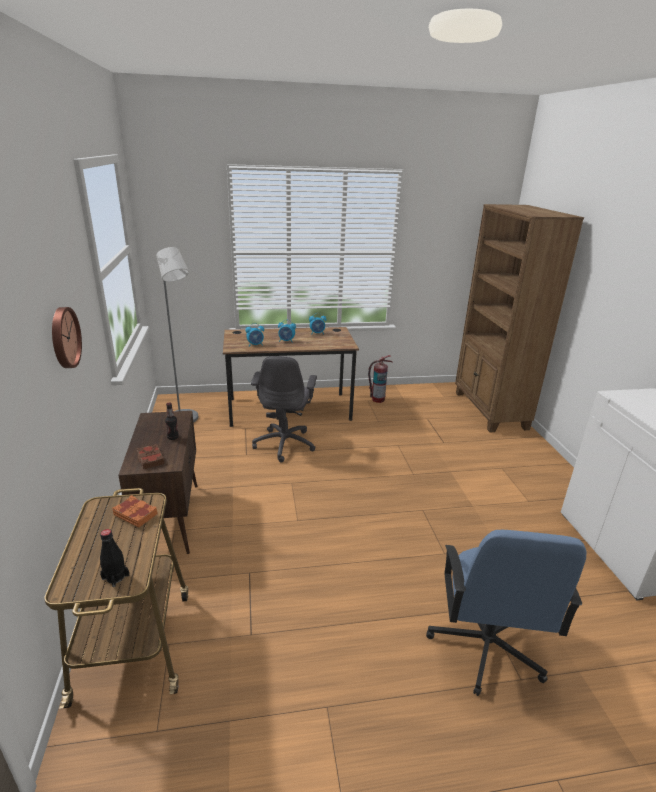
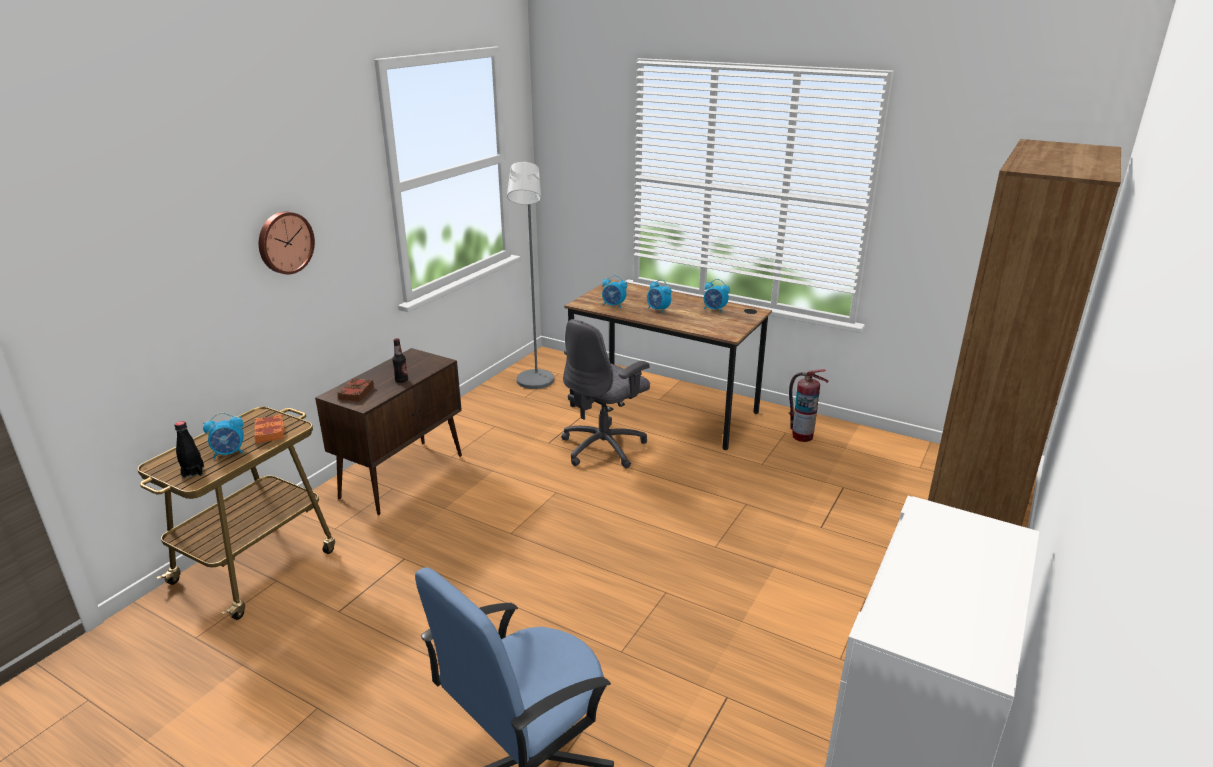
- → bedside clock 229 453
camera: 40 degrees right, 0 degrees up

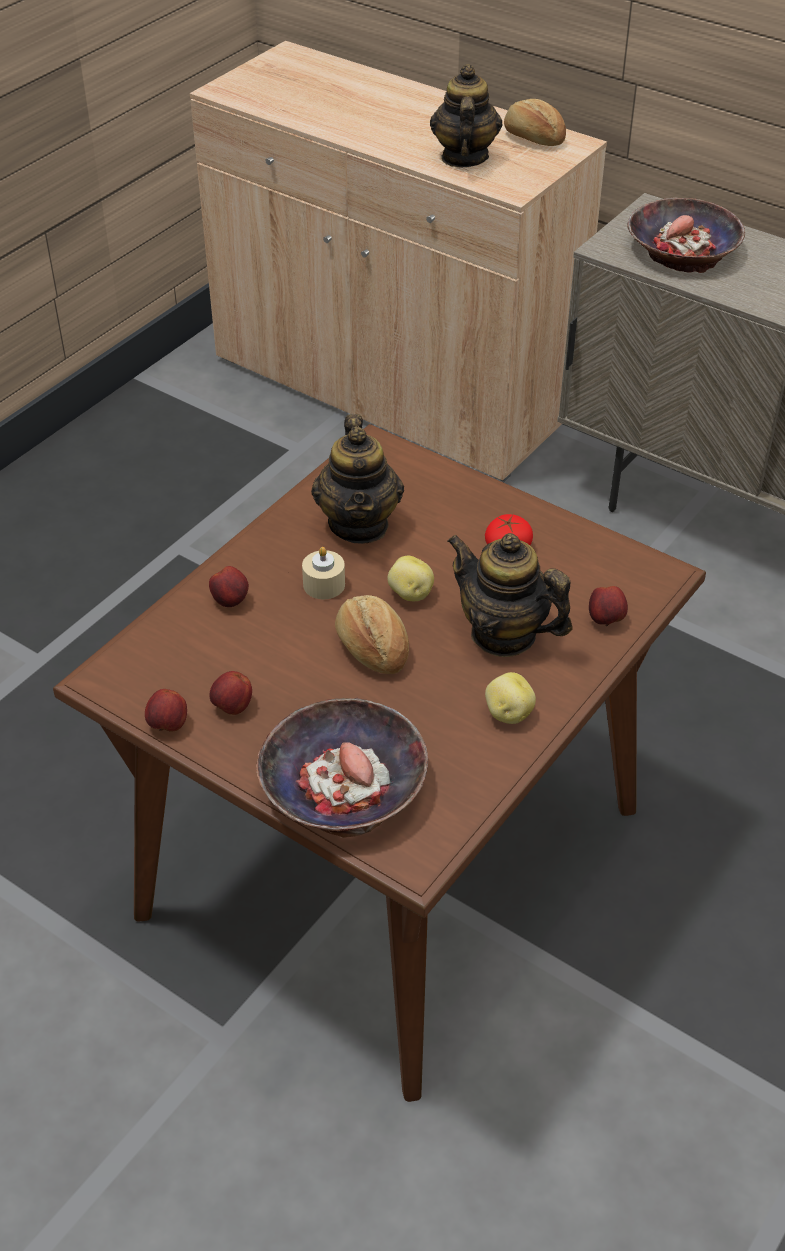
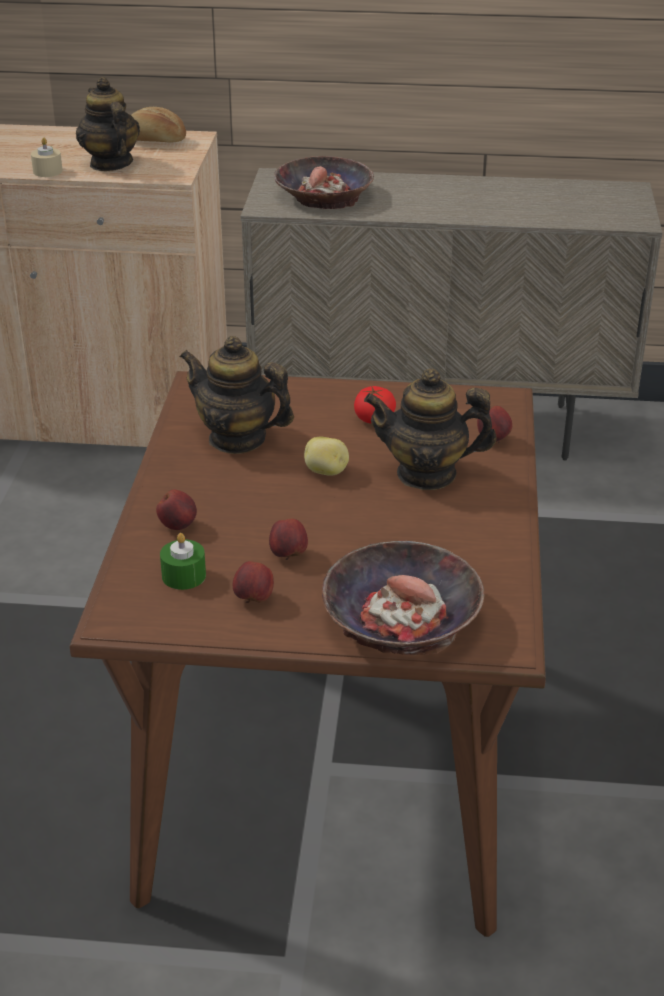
beige candle 324 584 → beige candle 47 171, shifted
- → green candle 184 575
pot for tea 359 524 → pot for tea 237 439, 150 degrees clockwise
apple 168 725 → apple 288 555, shifted
baked bread 371 648 → -
whole potato 508 713 → -
camera: 30 degrees left, 10 degrees down

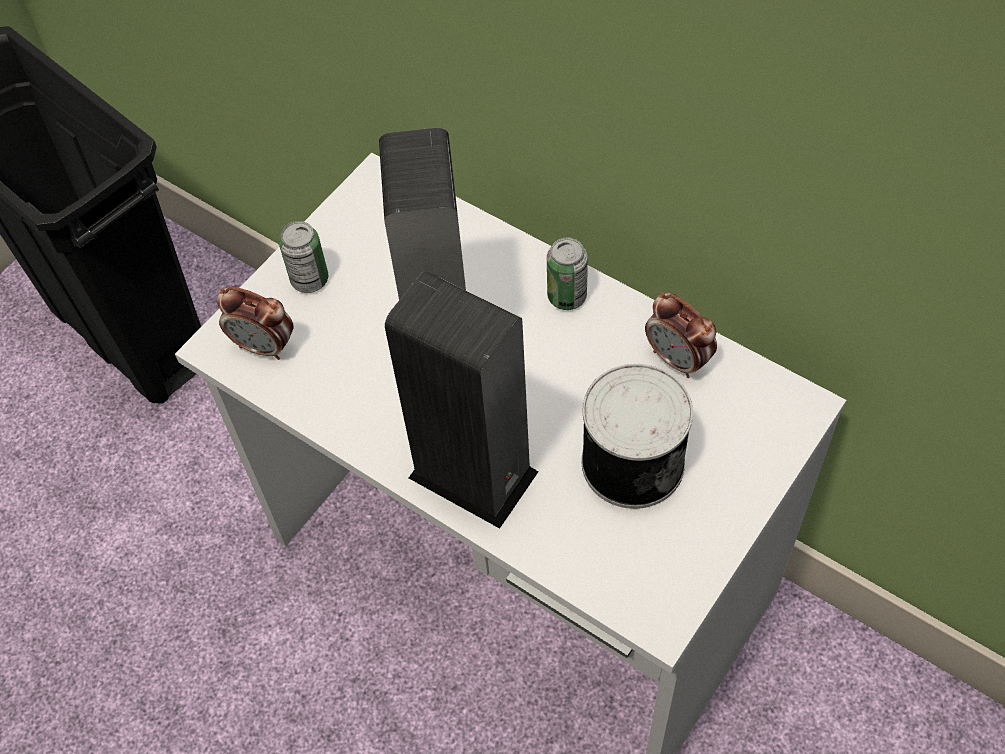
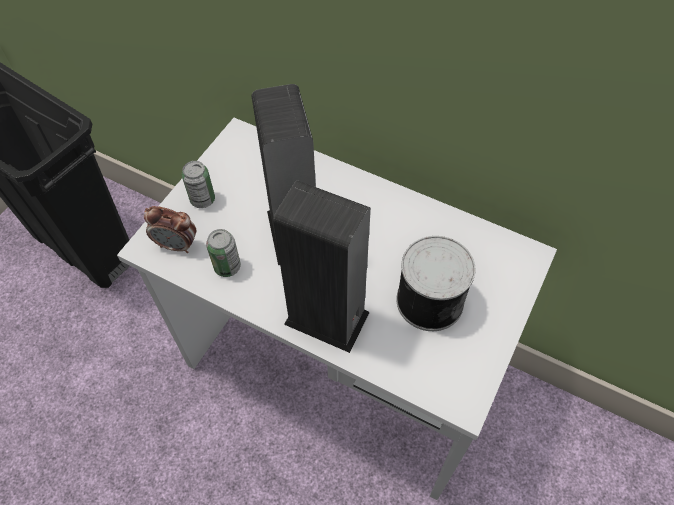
metal can 567 296 → metal can 227 267, shifted
bedside clock 678 360 → -
camera: 10 degrees left, 0 degrees up

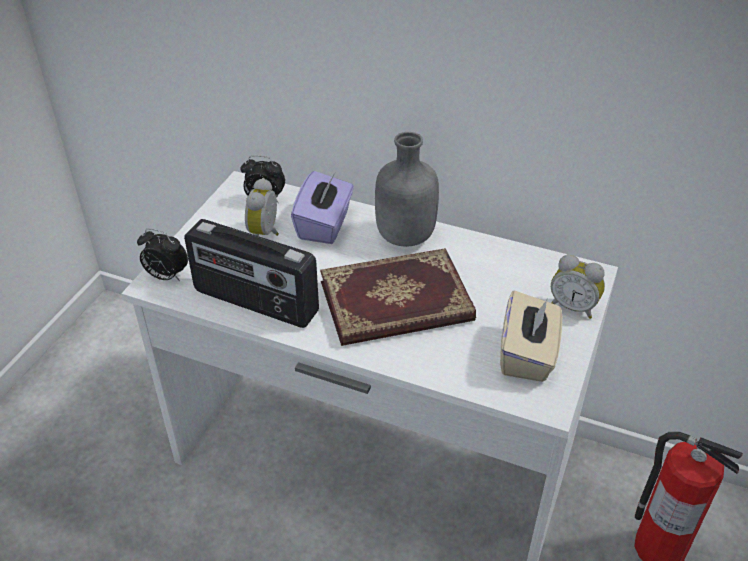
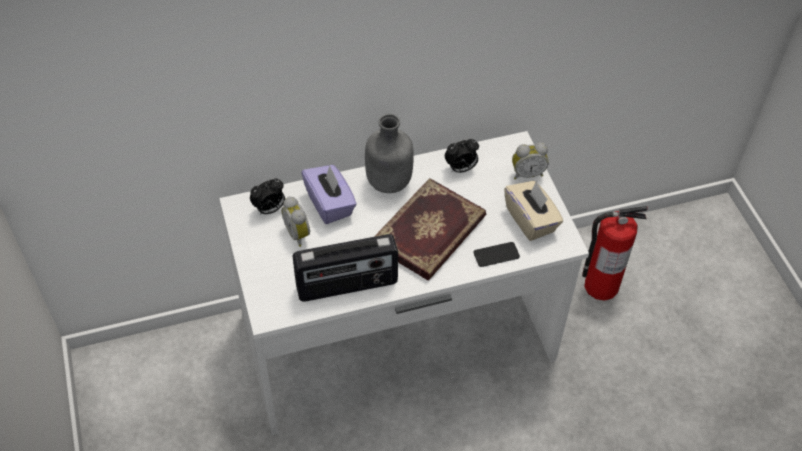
bedside clock 166 276 → bedside clock 461 168, shifted
- → telephone 496 255
camera: 40 degrees left, 10 degrees up

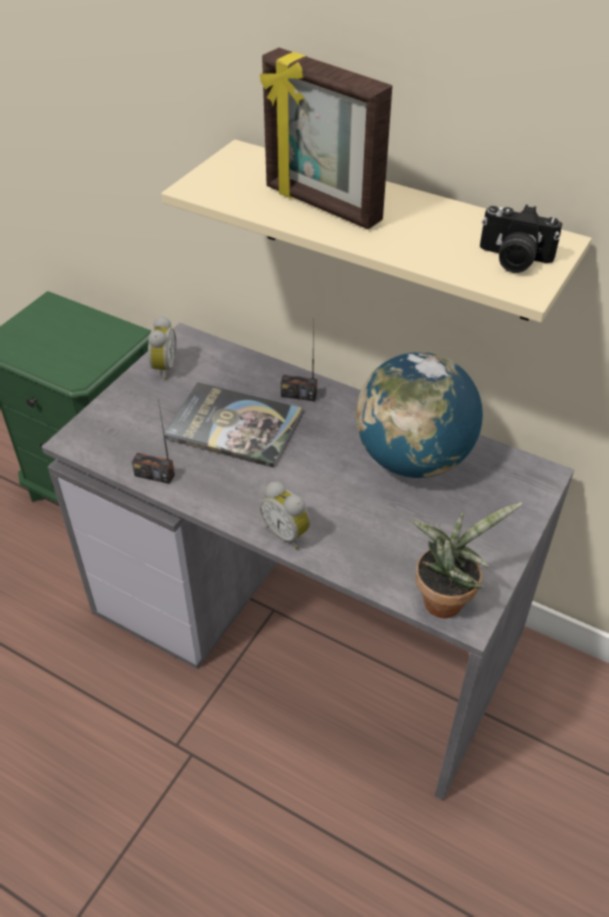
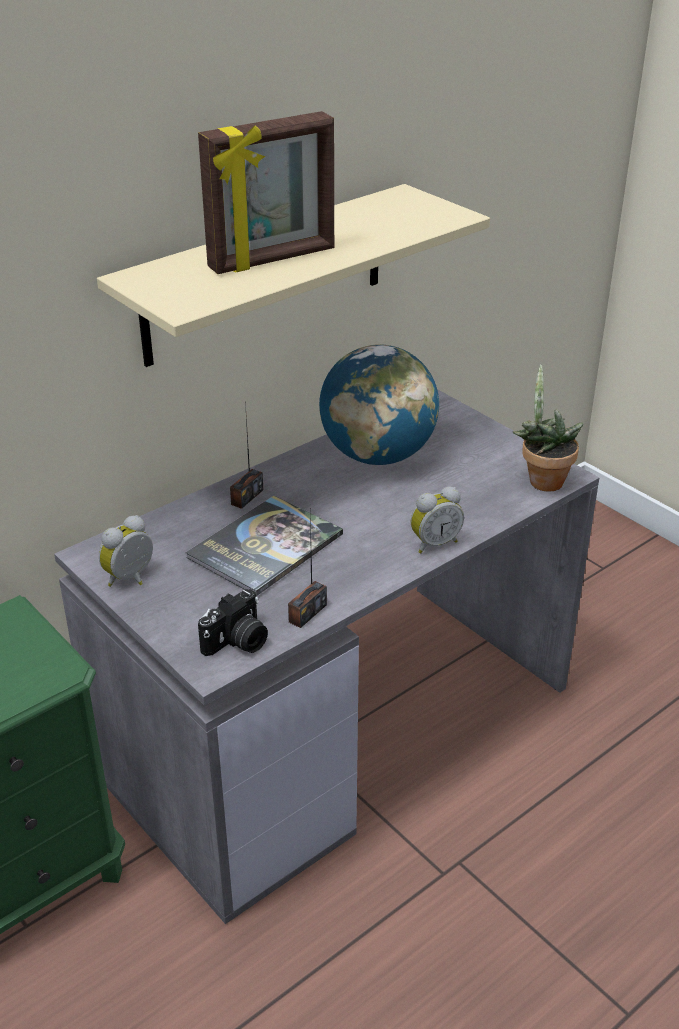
bedside clock 162 368 → bedside clock 131 579, 75 degrees counterclockwise
still camera 513 259 → still camera 237 642, shifted
camera: 70 degrees left, 10 degrees down

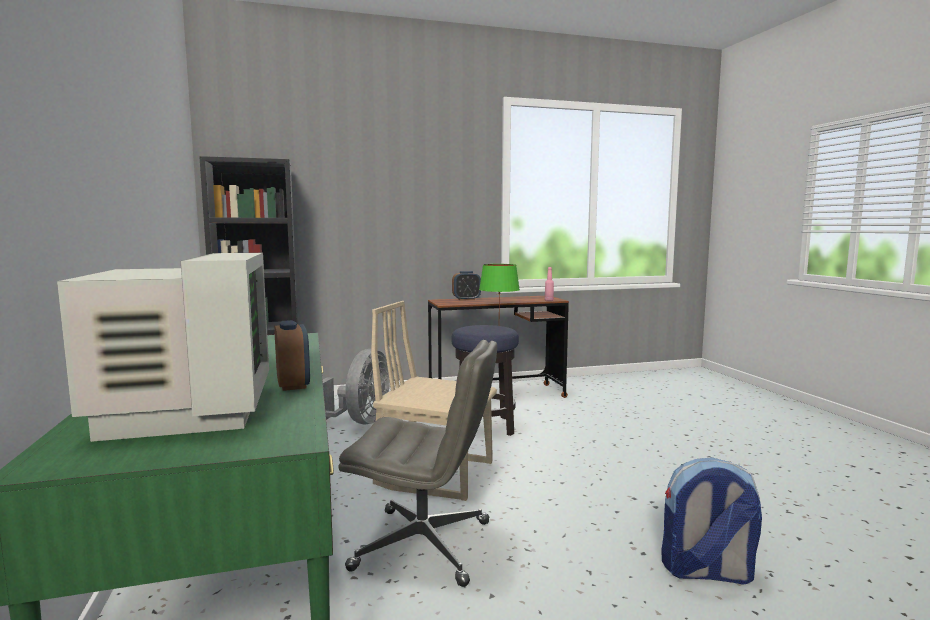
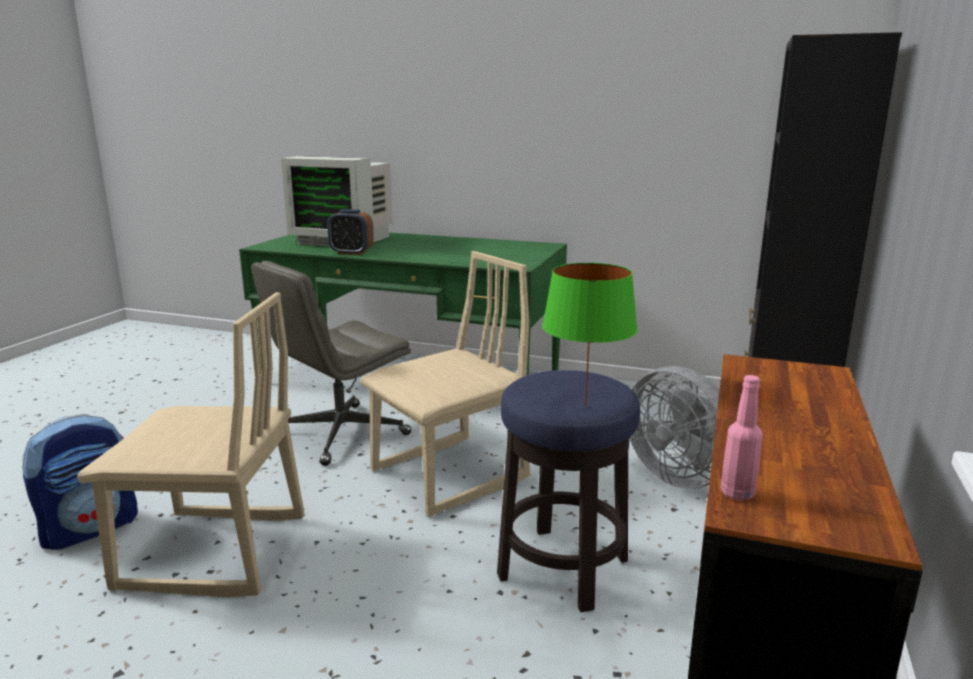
- → beige plain chair 213 553
bedside clock 466 299 → -
camera: 125 degrees right, 10 degrees up

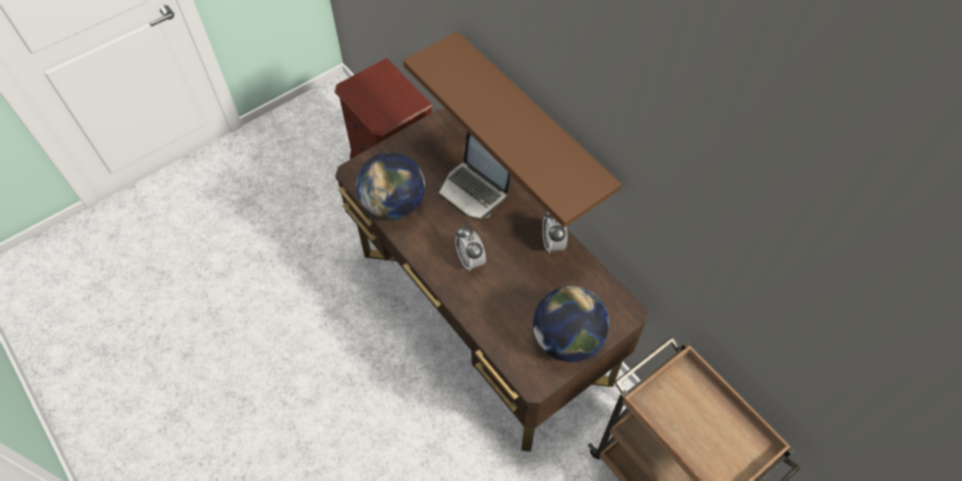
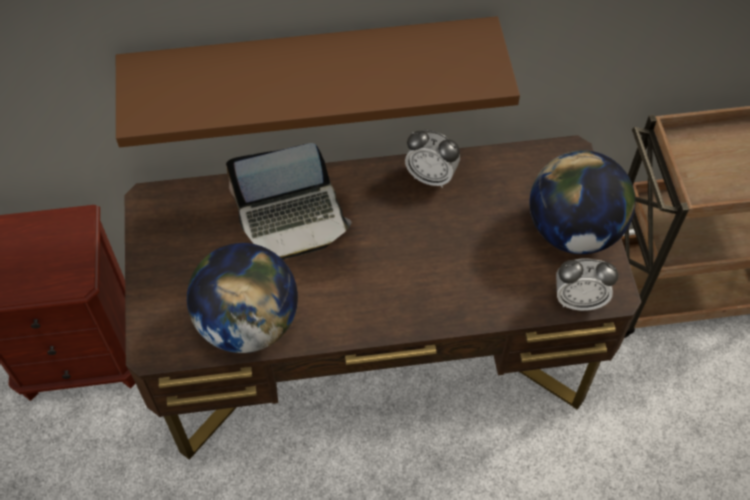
bedside clock 470 260 → bedside clock 578 300, shifted
camera: 60 degrees left, 0 degrees up

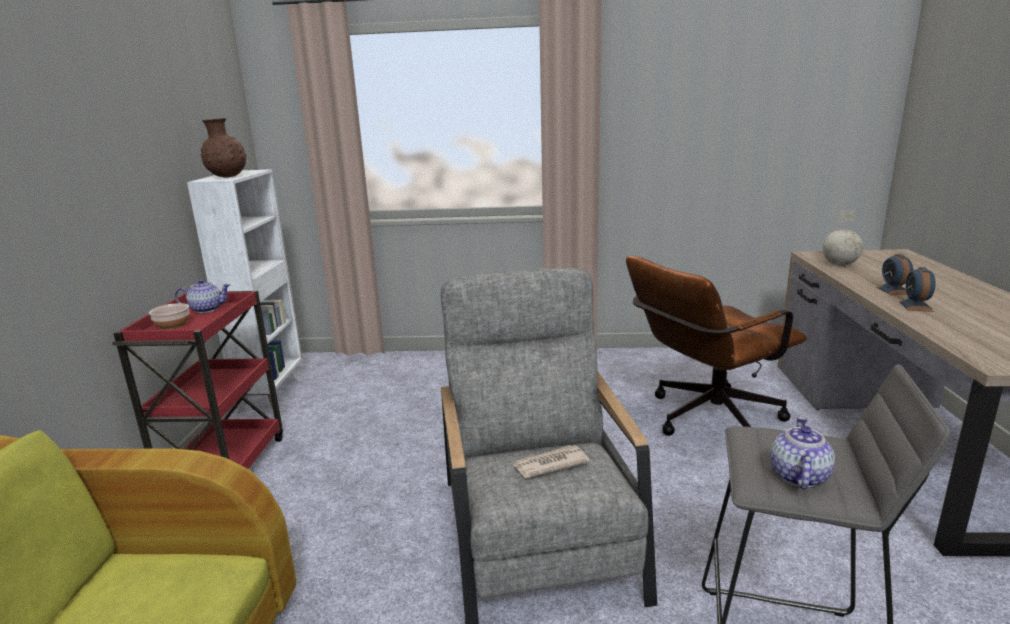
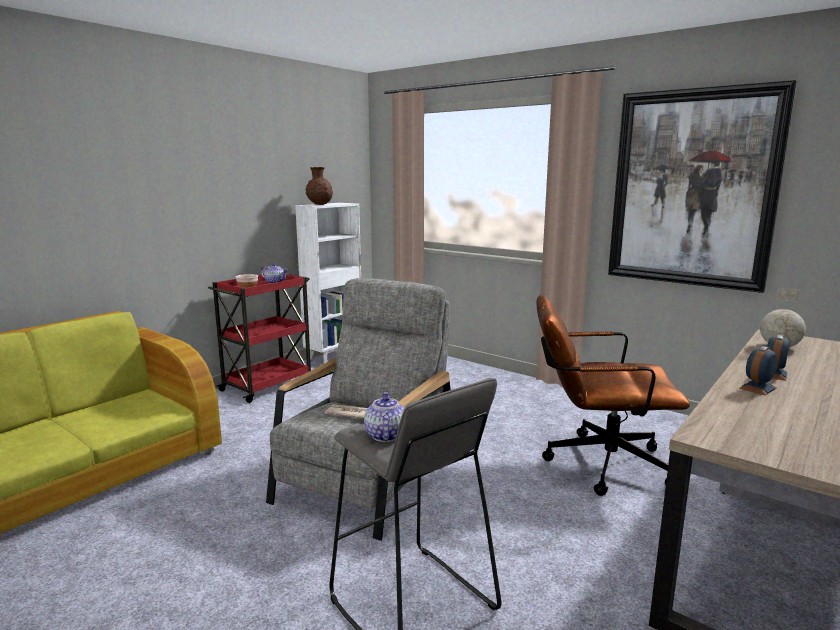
pot for tea 798 476 → pot for tea 385 435, 60 degrees counterclockwise
- → wall picture 692 189
camera: 35 degrees right, 5 degrees down

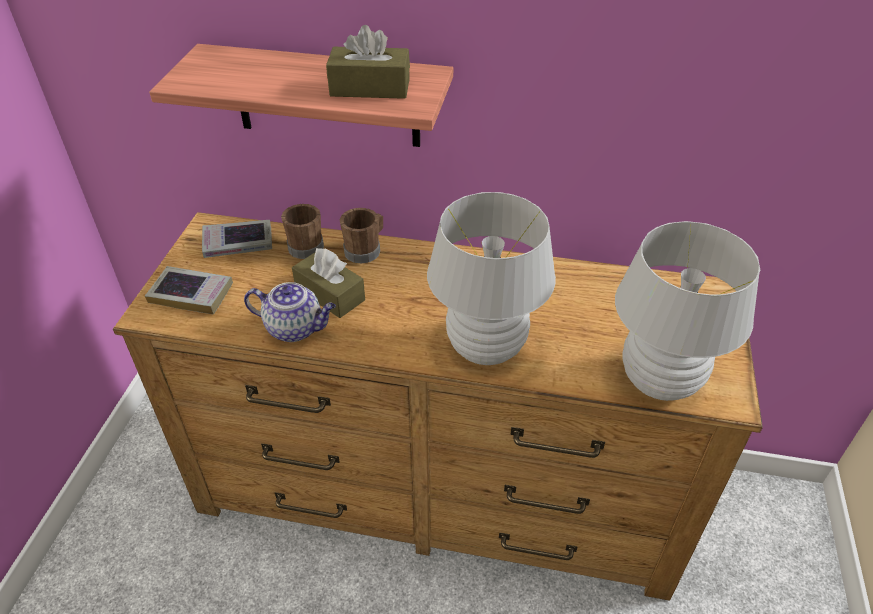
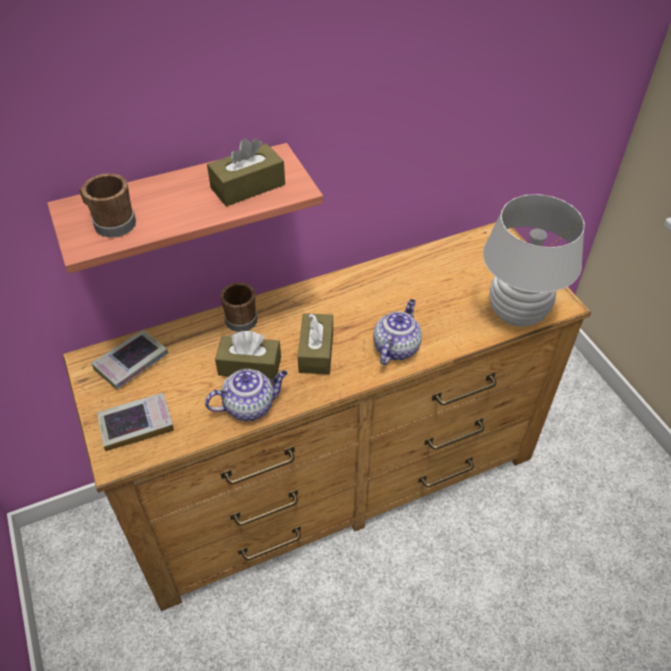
brown mug 304 245 → brown mug 111 223, shifted
- → brown box of tissues 316 351
whitish tabletop lamp 486 347 → pot for tea 396 347
camera: 35 degrees left, 5 degrees up

